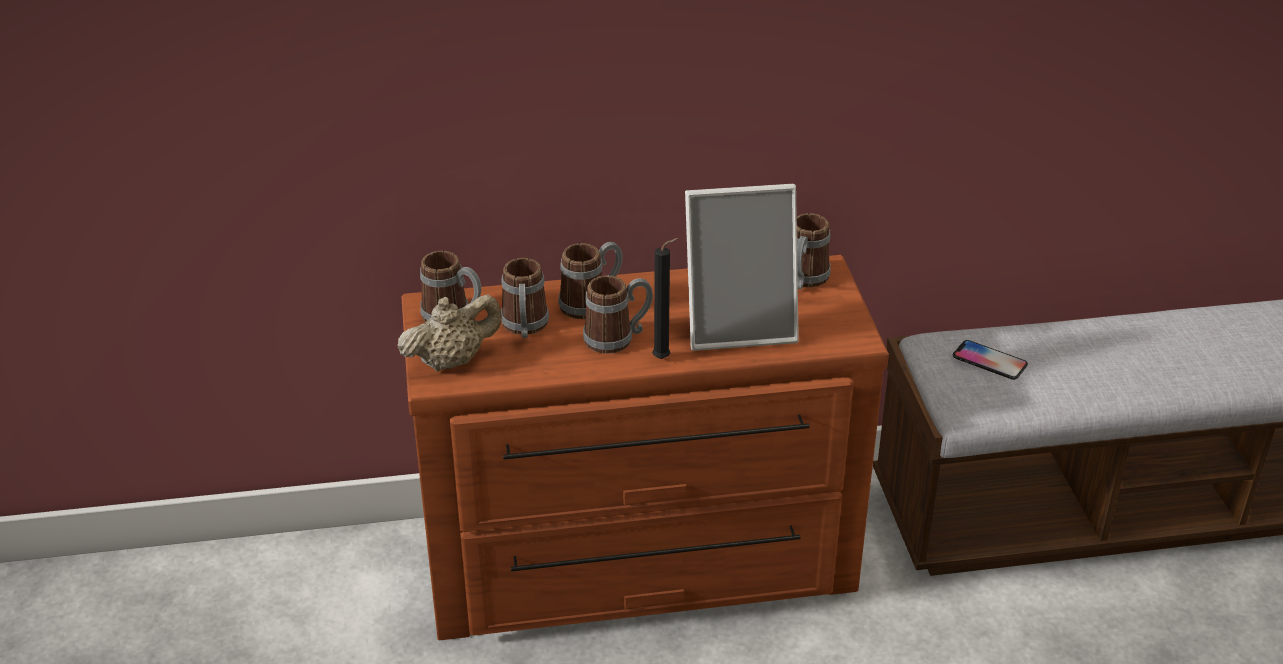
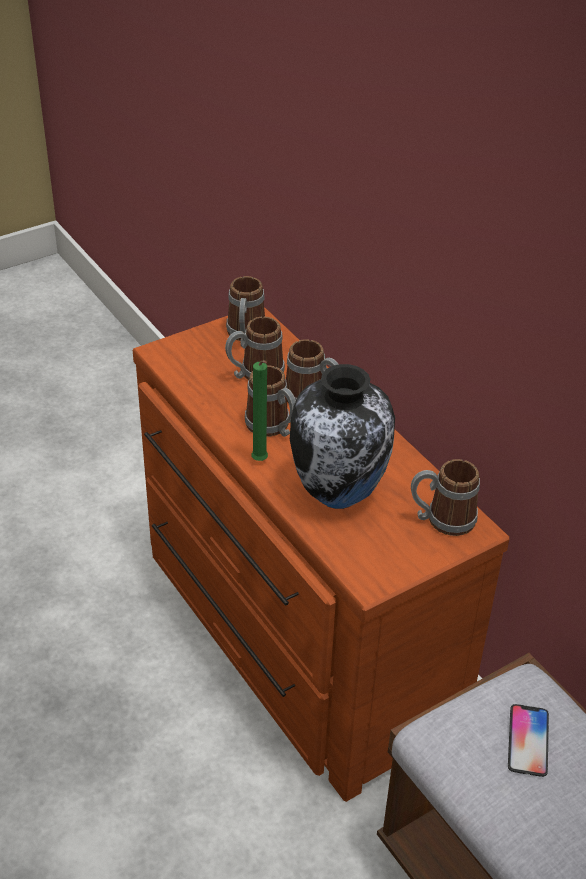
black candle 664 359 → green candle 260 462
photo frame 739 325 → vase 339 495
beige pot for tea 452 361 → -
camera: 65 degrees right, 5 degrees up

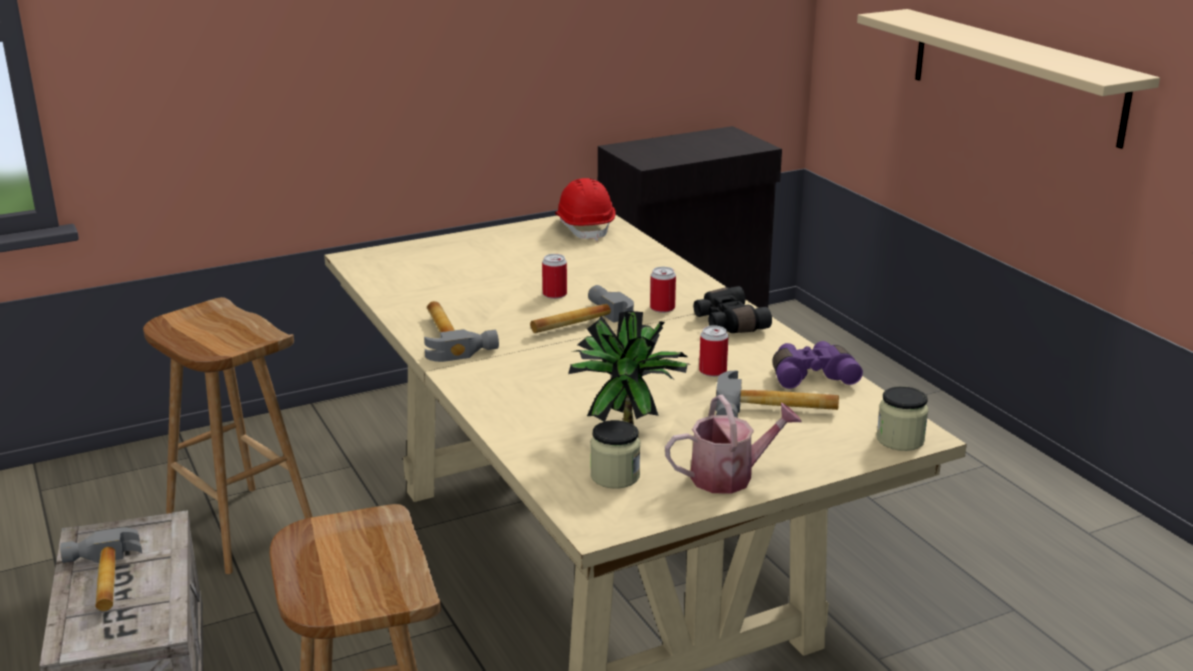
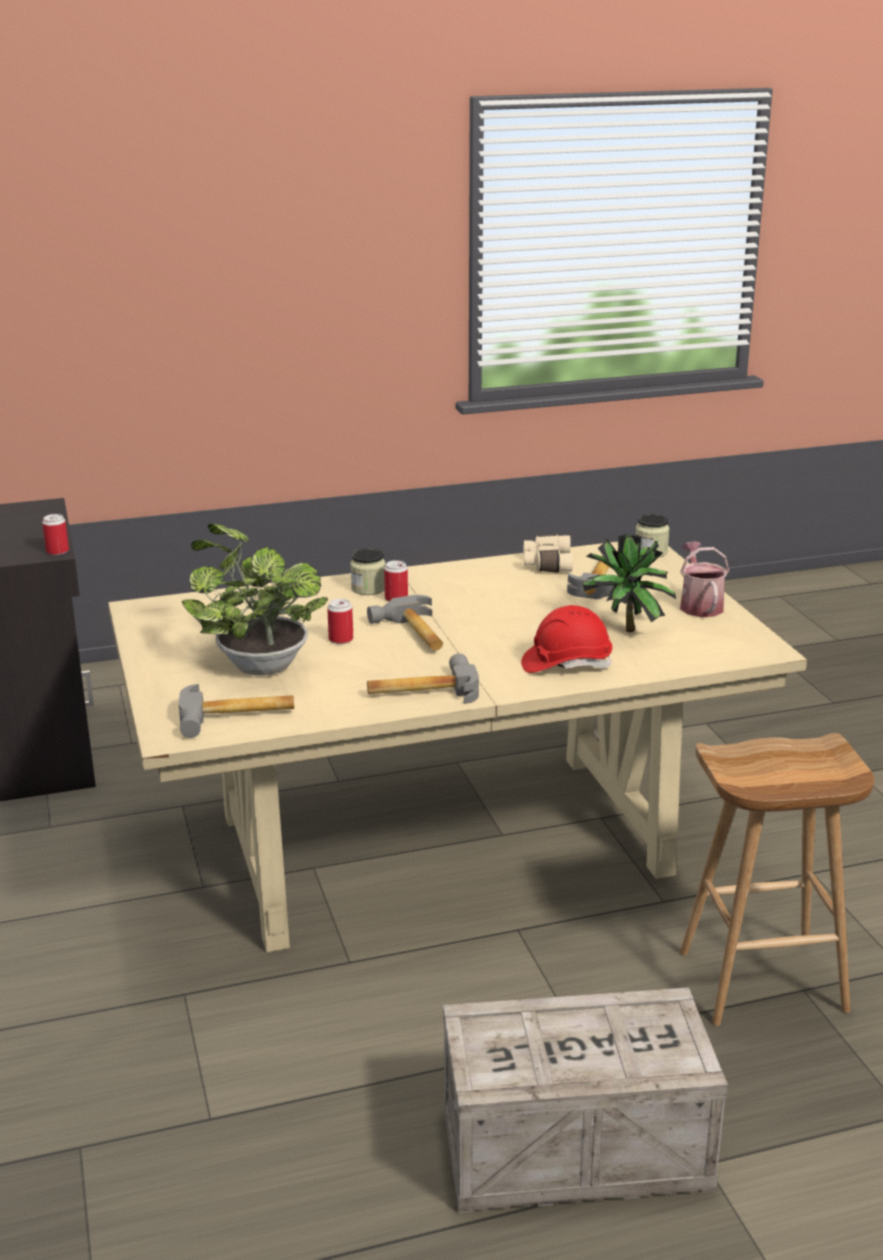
metal can 712 371 → metal can 57 551, shifted
hand hammer 101 581 → hand hammer 237 718, shifted
- → potted plant 258 665
jar 615 476 → jar 368 588, shifted
red safety helmet 585 228 → red safety helmet 566 664, shifted
purple field glasses 811 375 → beige field glasses 546 563
brown stool 238 528 → -
black field glasses 727 323 → -
beige wall shelf 1015 75 → -
camera: 80 degrees left, 0 degrees up

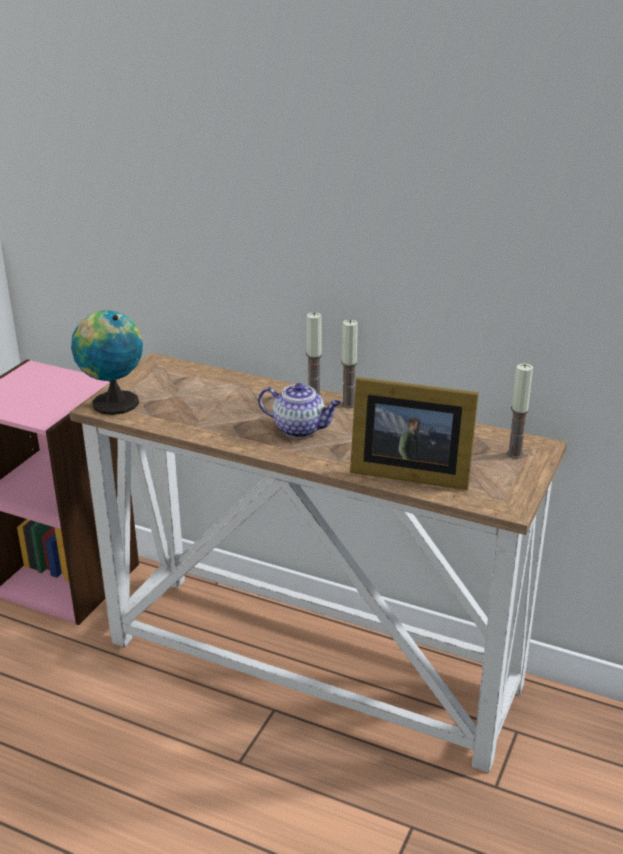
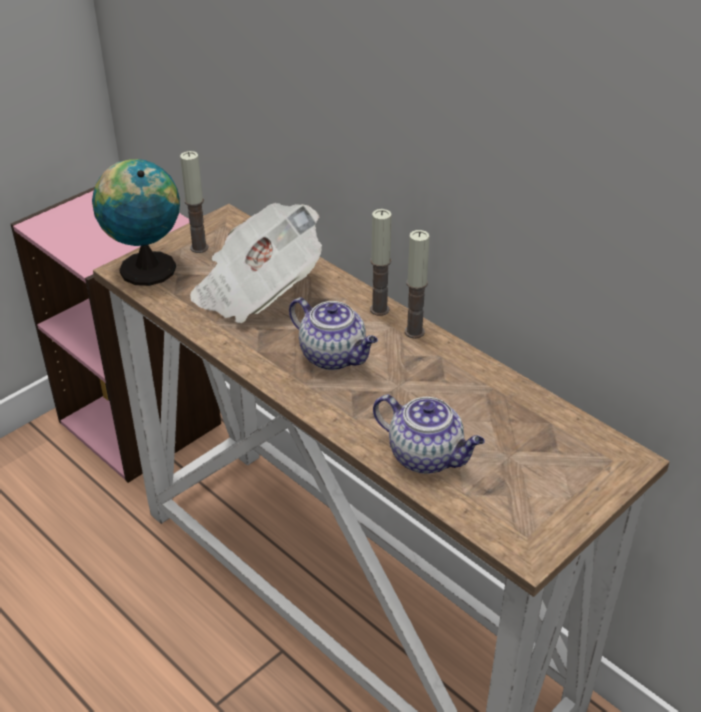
candle 514 454 → candle 199 248, shifted
- → newspaper 257 290
photo frame 407 472 → pot for tea 427 456
camera: 20 degrees right, 10 degrees up

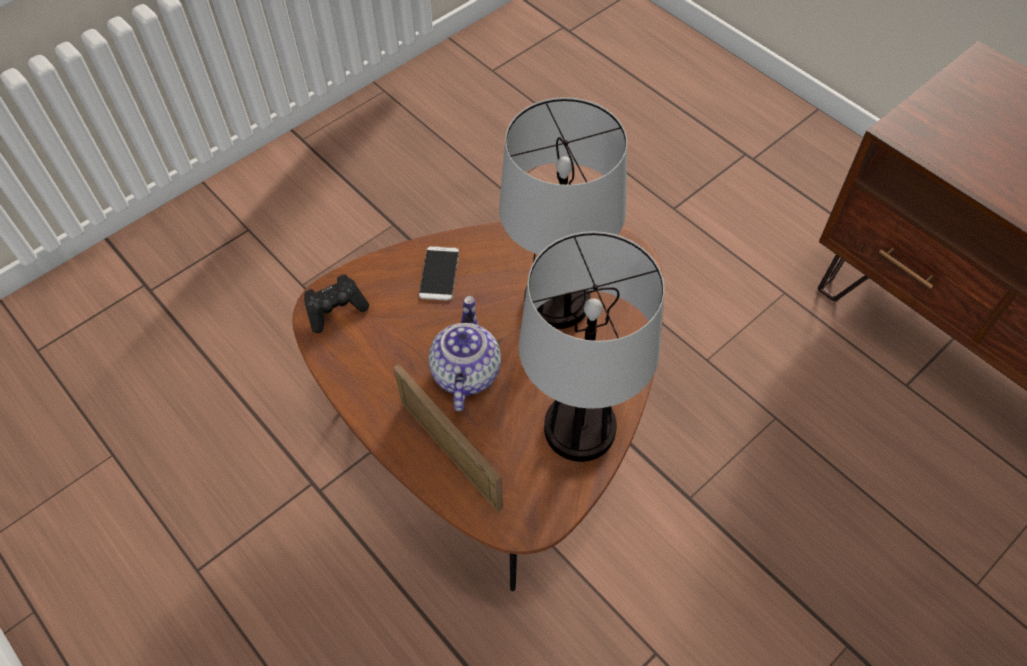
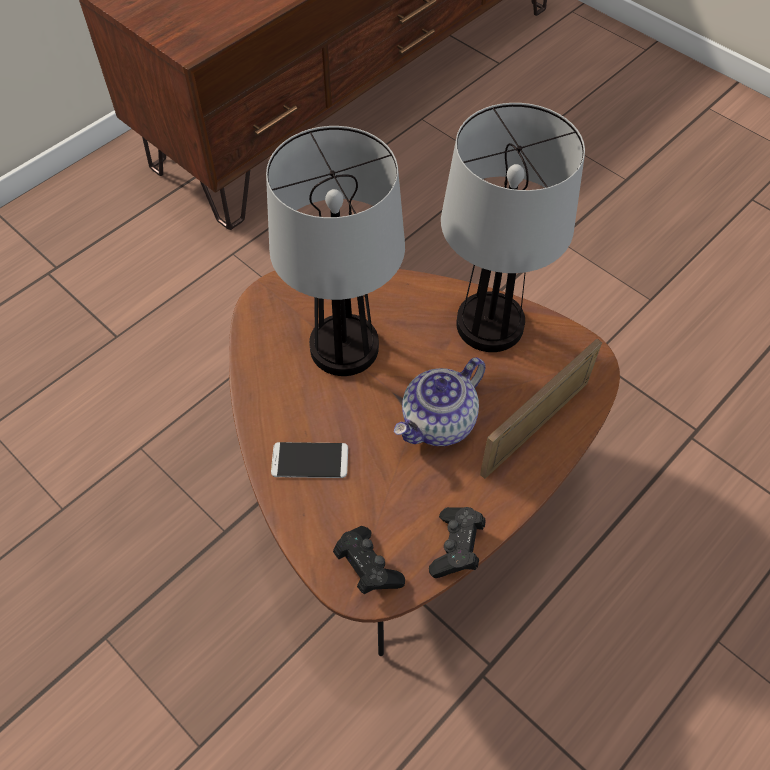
pot for tea 465 372 → pot for tea 439 423, 45 degrees counterclockwise
- → black gamepad 456 548
camera: 95 degrees left, 0 degrees up

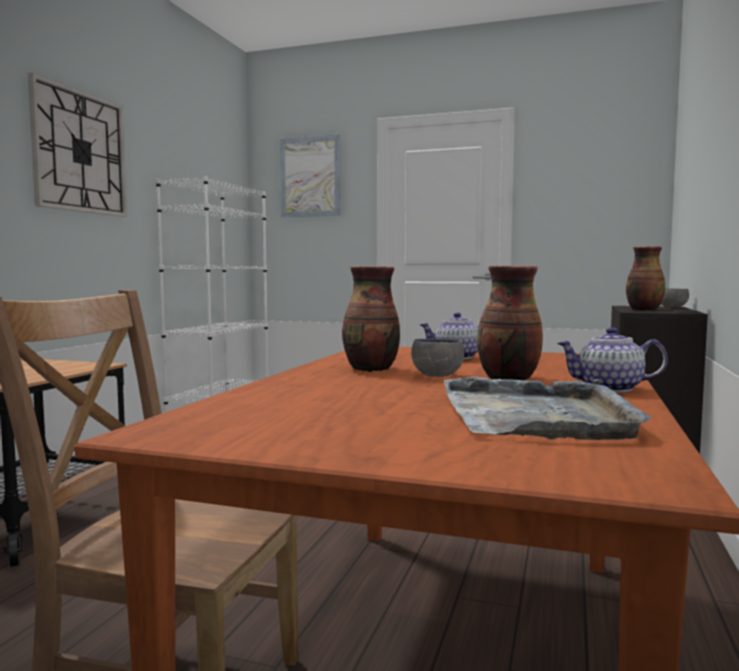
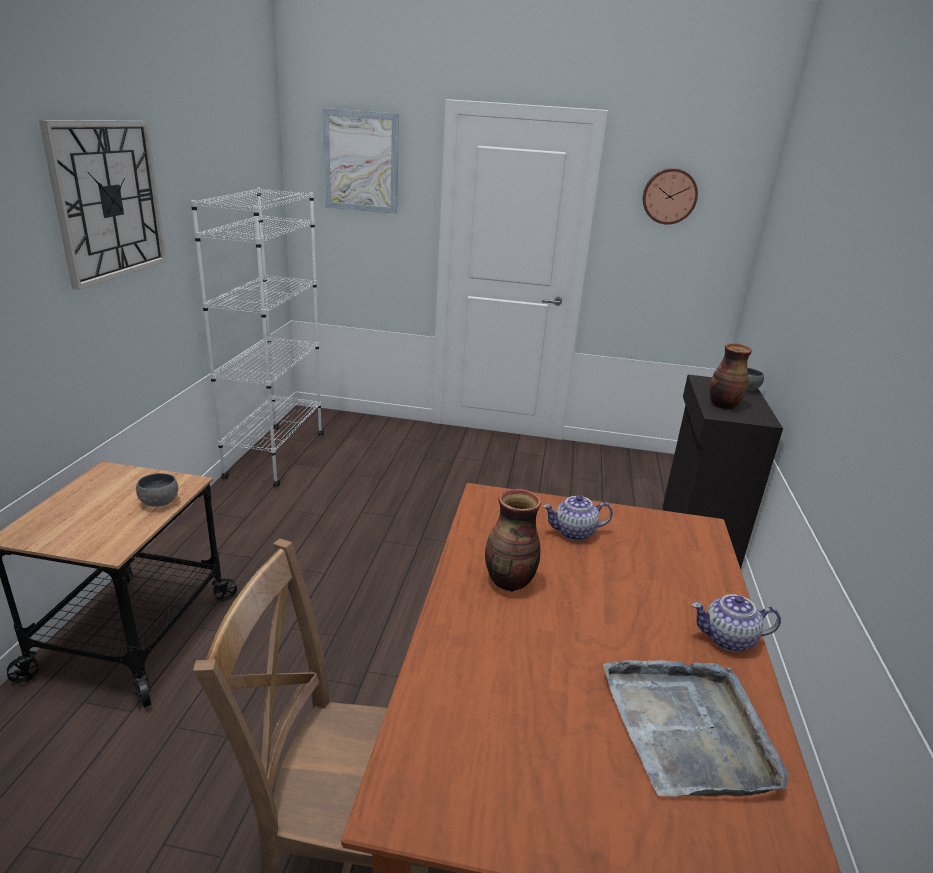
grey deep dish 438 375 → grey deep dish 160 502, shifted
- → clock on the wall 669 196
vase 507 378 → -
camera: 10 degrees left, 20 degrees up

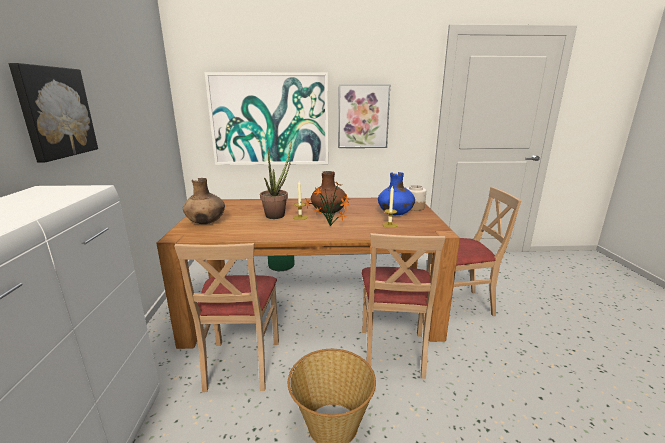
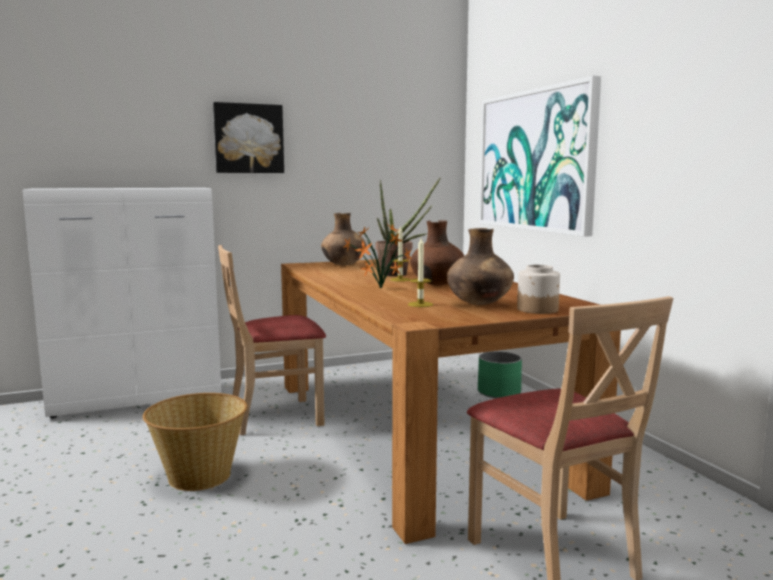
blue-coloured vase 395 214 → brown vase 479 304
wall picture 363 116 → -
beige plain chair 393 351 → -
camera: 70 degrees right, 10 degrees down

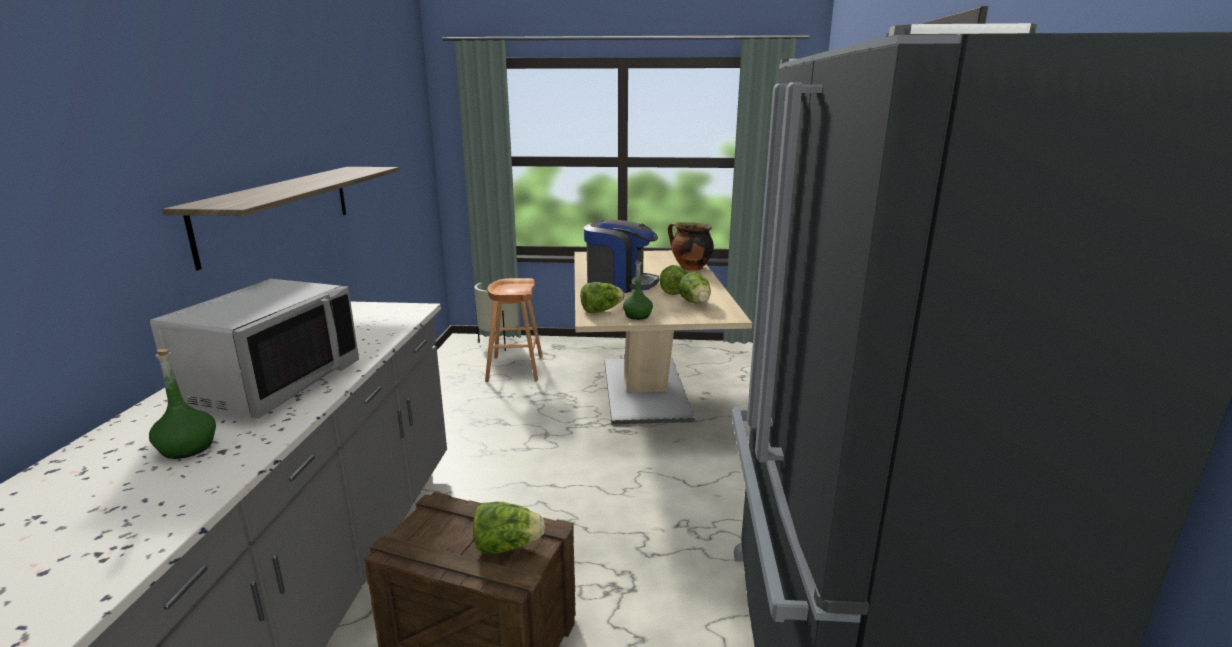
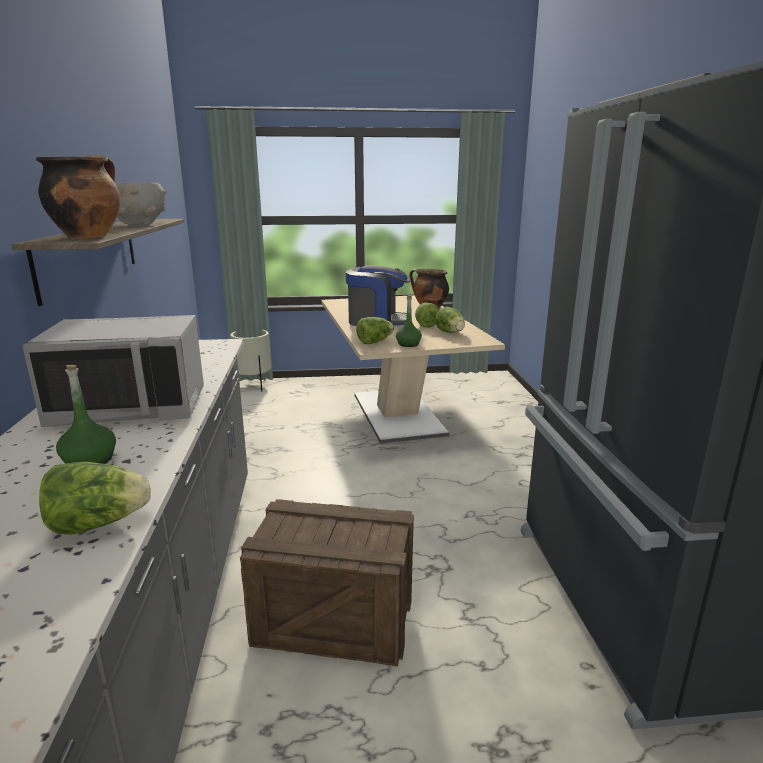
grey microwave oven 271 384 → grey microwave oven 132 407, 75 degrees clockwise
- → stockpot 88 236
head of lettuce 507 546 → head of lettuce 98 524, shifted
- → grey deep dish 140 224
brown stool 515 369 → -
camera: 10 degrees left, 0 degrees up

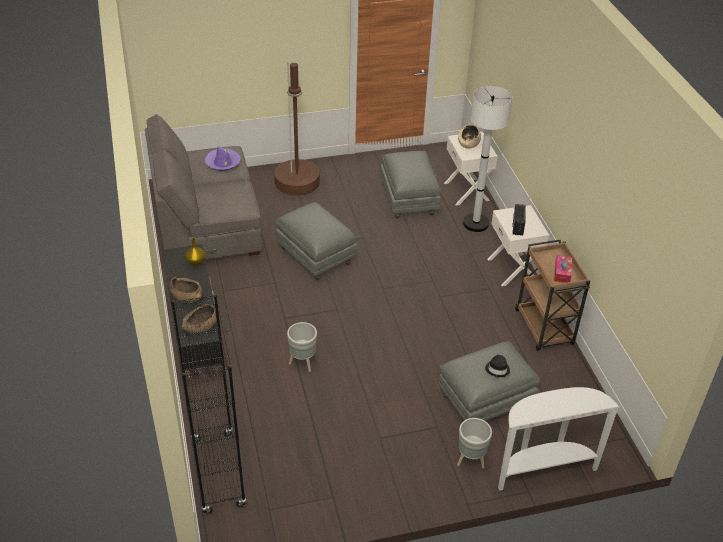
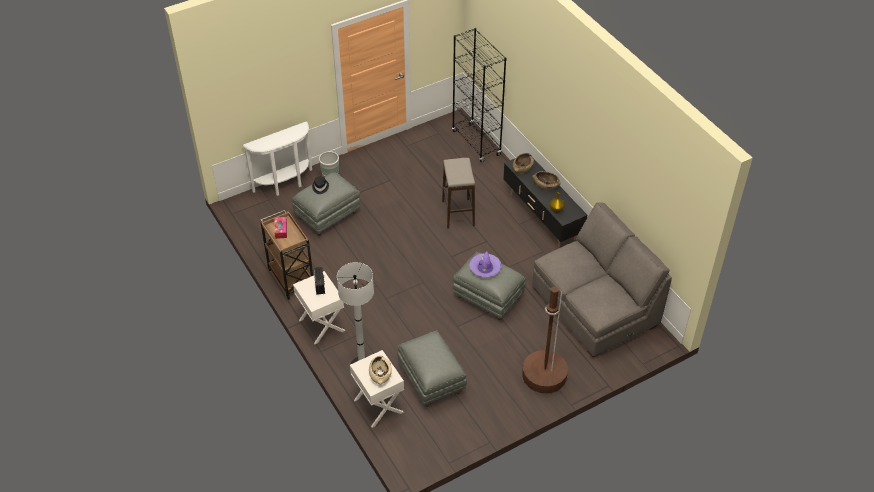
grey flower pot 302 362 → stool 458 213
purple clothing hat 222 163 → purple clothing hat 485 268, shifted
camera: 165 degrees right, 5 degrees up

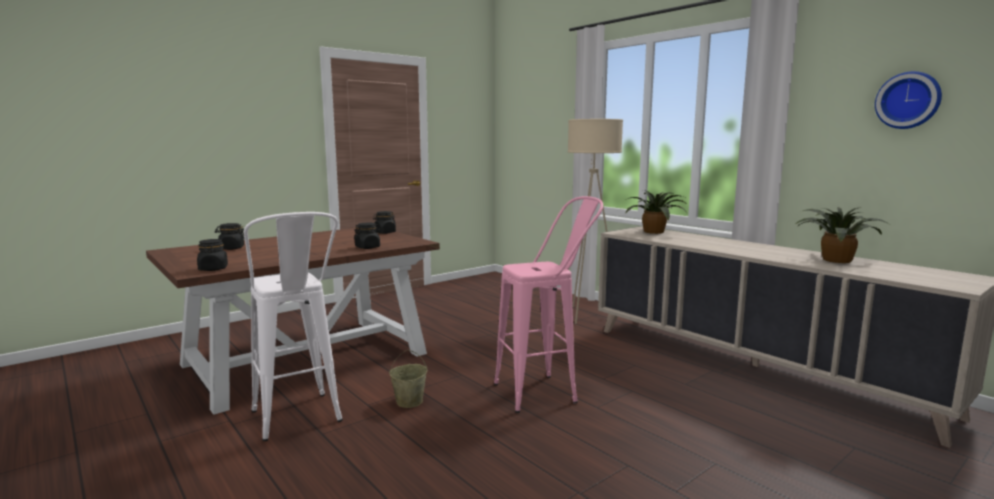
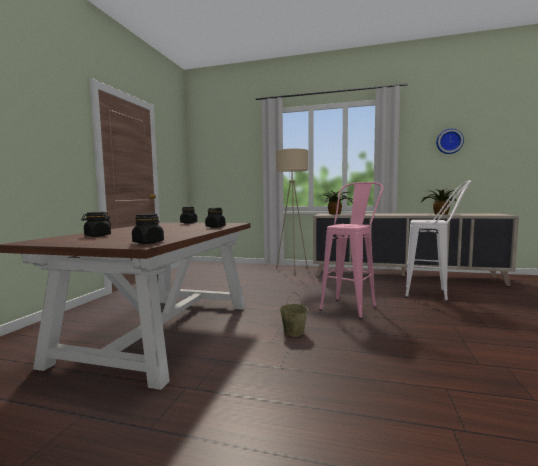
whitish stool 299 423 → whitish stool 434 295, shifted
camera: 35 degrees left, 5 degrees down

